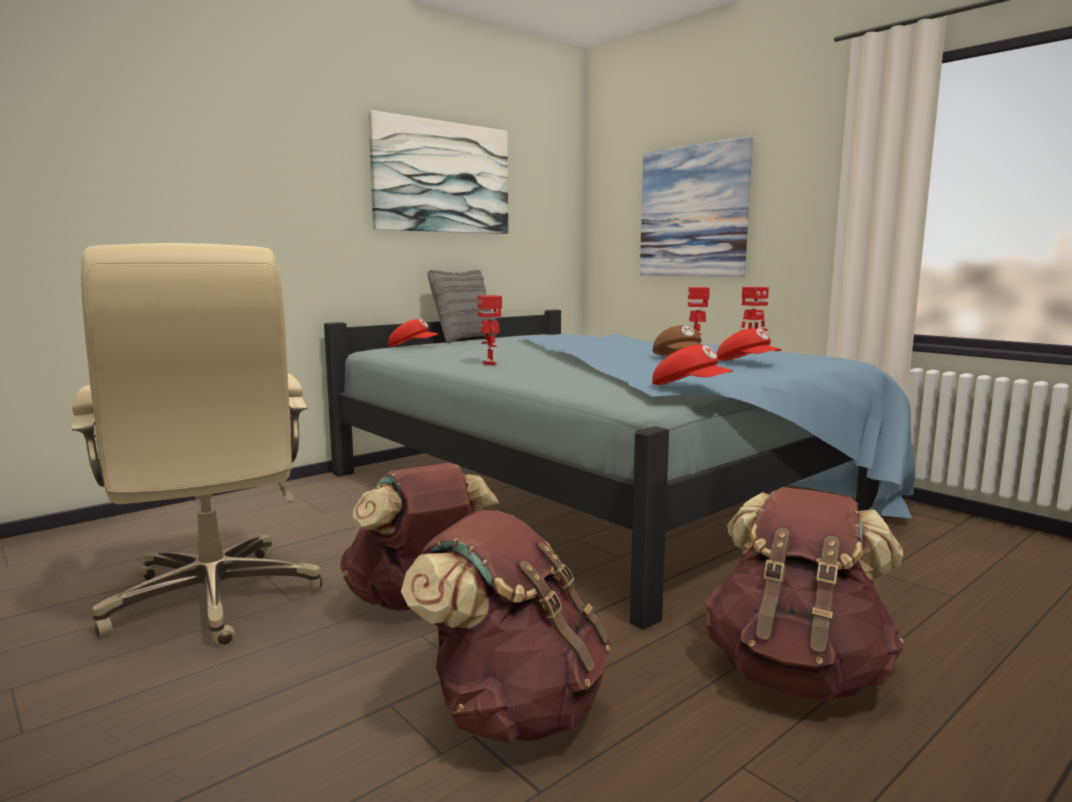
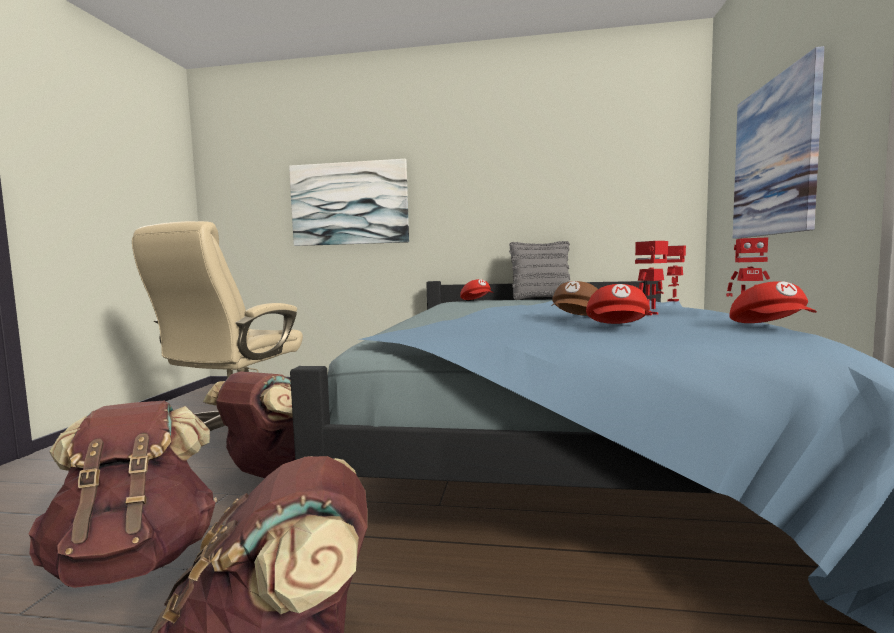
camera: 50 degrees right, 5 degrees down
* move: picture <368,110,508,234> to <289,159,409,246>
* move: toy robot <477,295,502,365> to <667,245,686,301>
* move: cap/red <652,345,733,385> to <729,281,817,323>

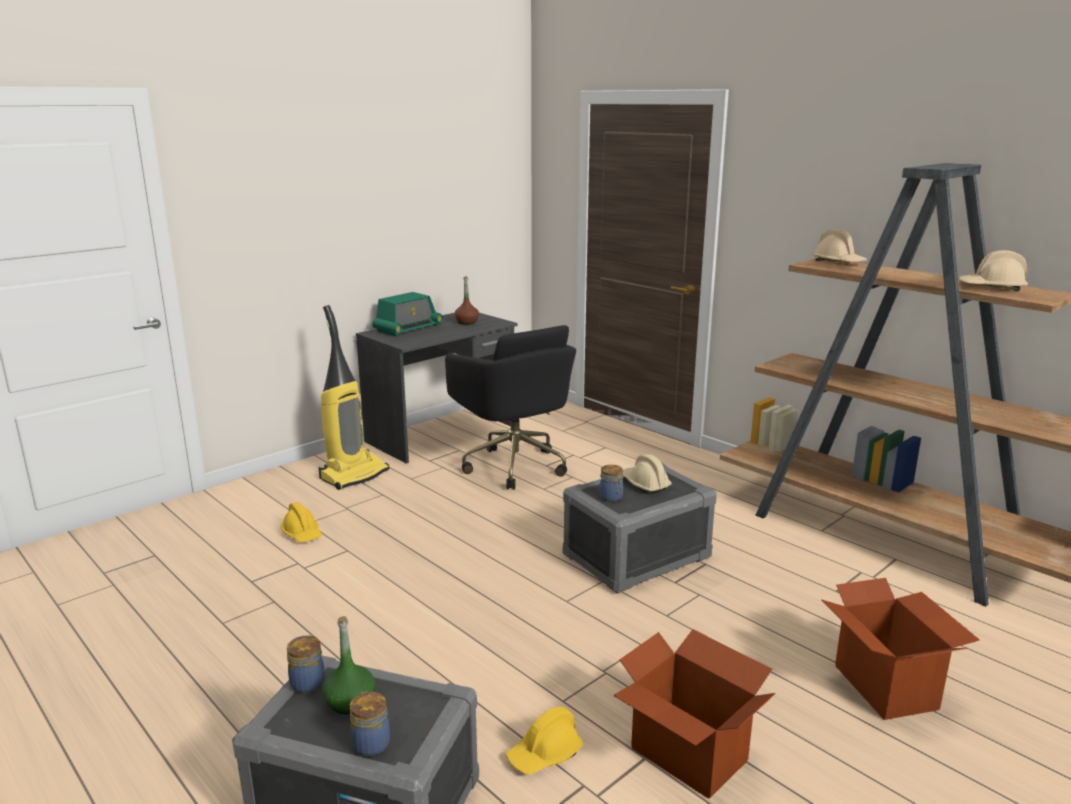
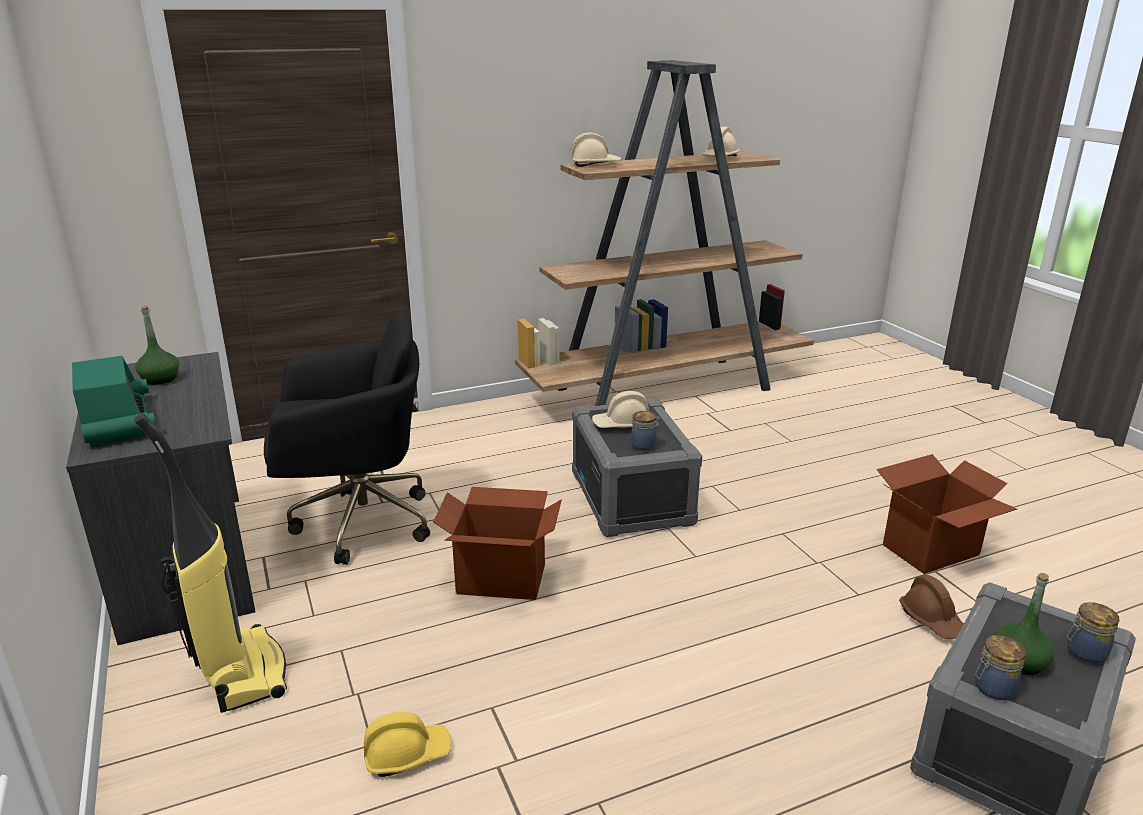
camera: 70 degrees left, 5 degrees up
* move: cardboard box <822,578,980,720> to <433,487,562,600>
* recolor: bottle/brown <455,276,479,325> to bottle/green <135,306,179,385>
* recolor: hard hat/yellow <506,707,583,775> to hard hat/brown <899,575,964,639>

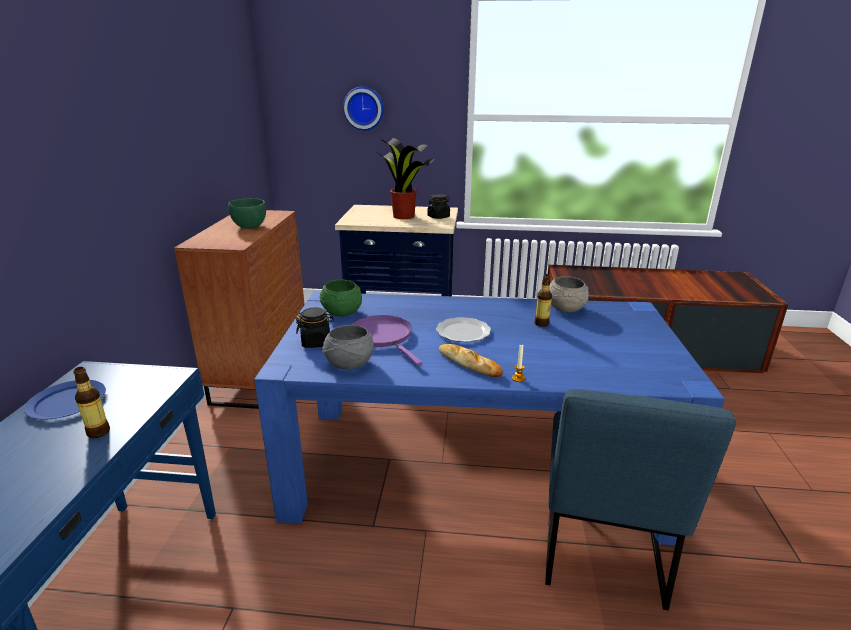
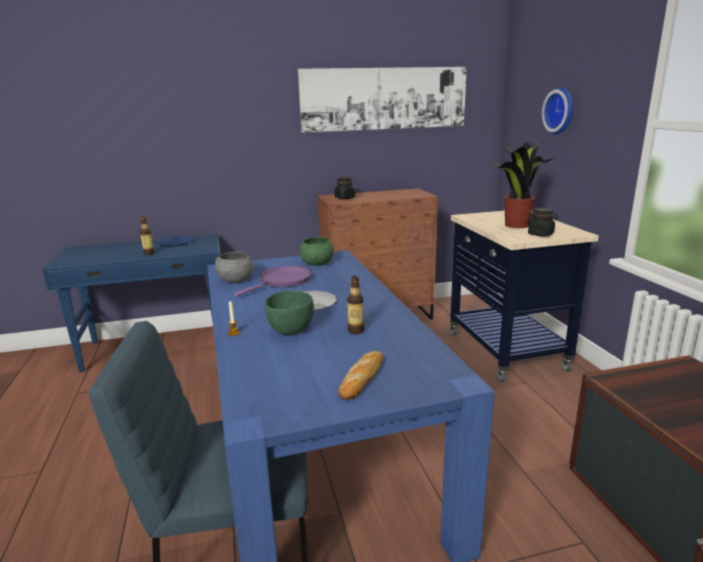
camera: 70 degrees right, 5 degrees down
* delete: bowl/grey <550,276,589,313>
* insert: picture <298,67,467,133>
* move: bowl/green <228,198,266,229> to <265,291,314,335>
* move: jar/black <296,307,334,348> to <334,177,356,199>
* move: bread <439,344,503,377> to <338,351,383,400>

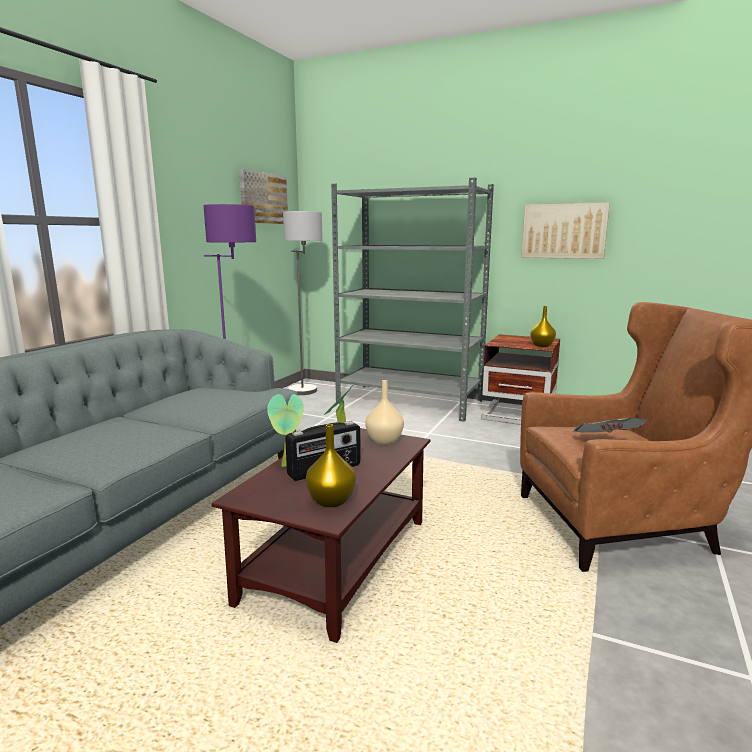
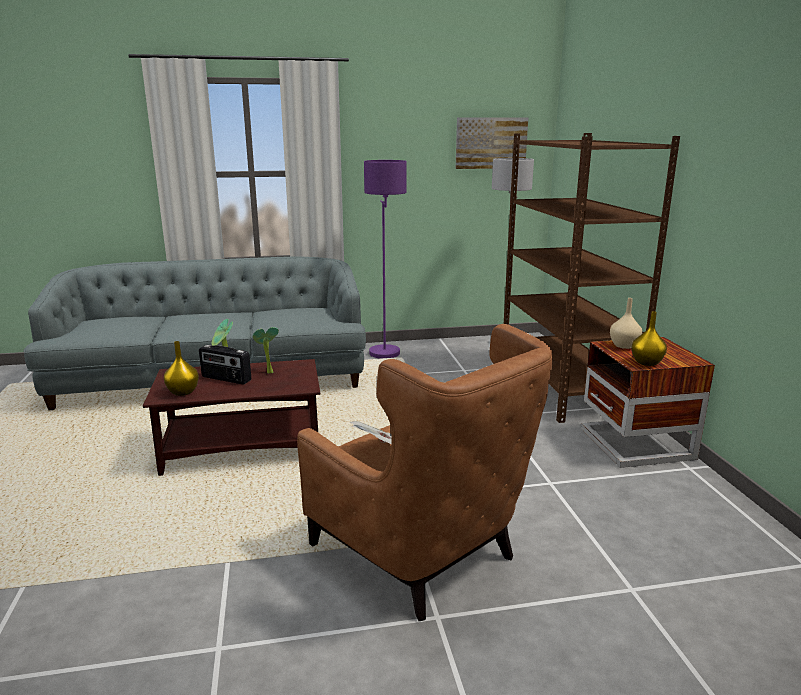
camera: 55 degrees right, 5 degrees up
* delete: picture <521,202,610,259>
* move: vase/beige <365,380,404,444> to <610,298,642,349>
* recolor: bookcase/grey <331,178,494,422> to bookcase/brown <504,133,680,423>

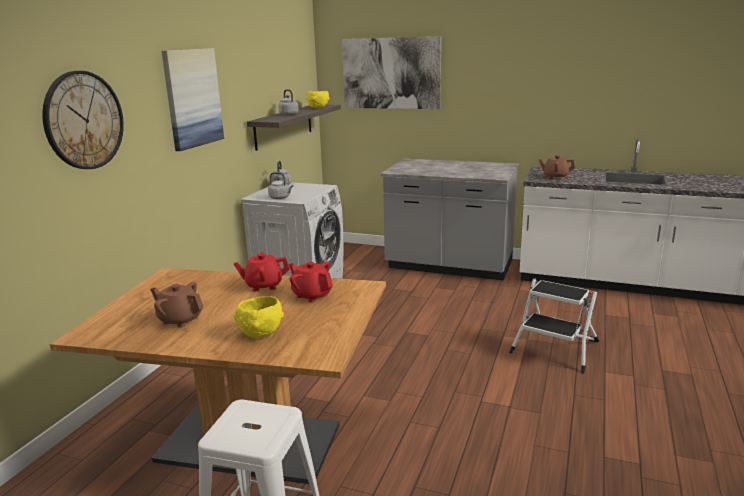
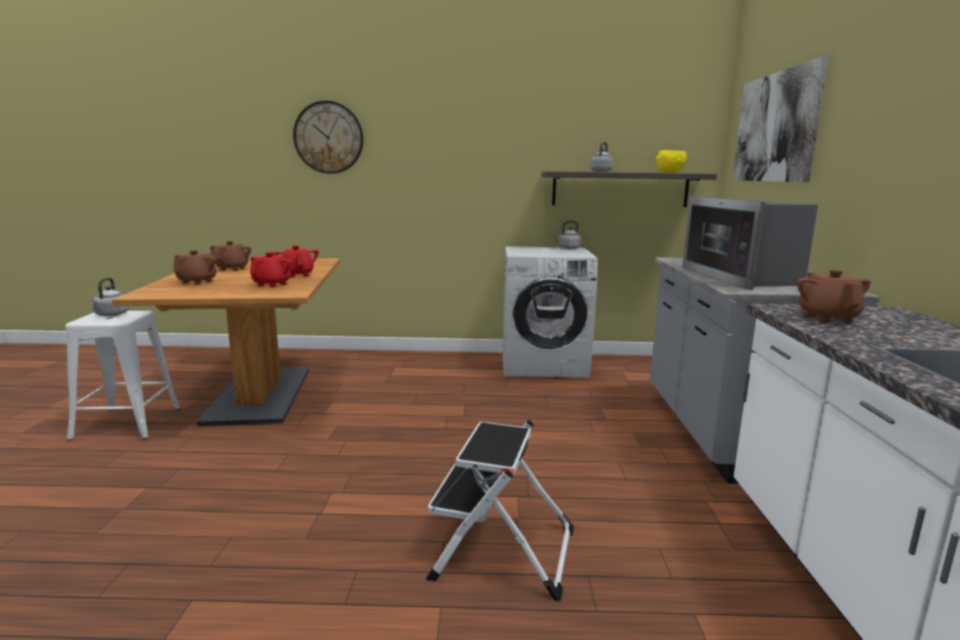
camera: 70 degrees right, 5 degrees down
* delete: picture <161,48,224,151>
* insert: microwave <682,196,818,290>
* move: kettle/grey <268,172,293,199> to <91,277,129,317>
* replace: bowl/yellow <234,296,284,338> to teapot/brown <173,250,217,285>

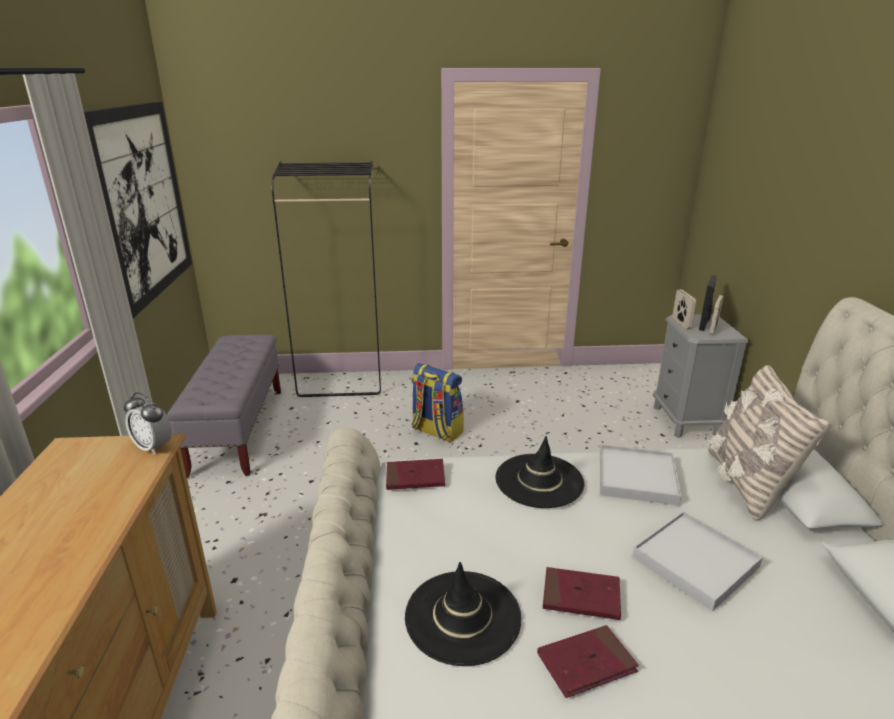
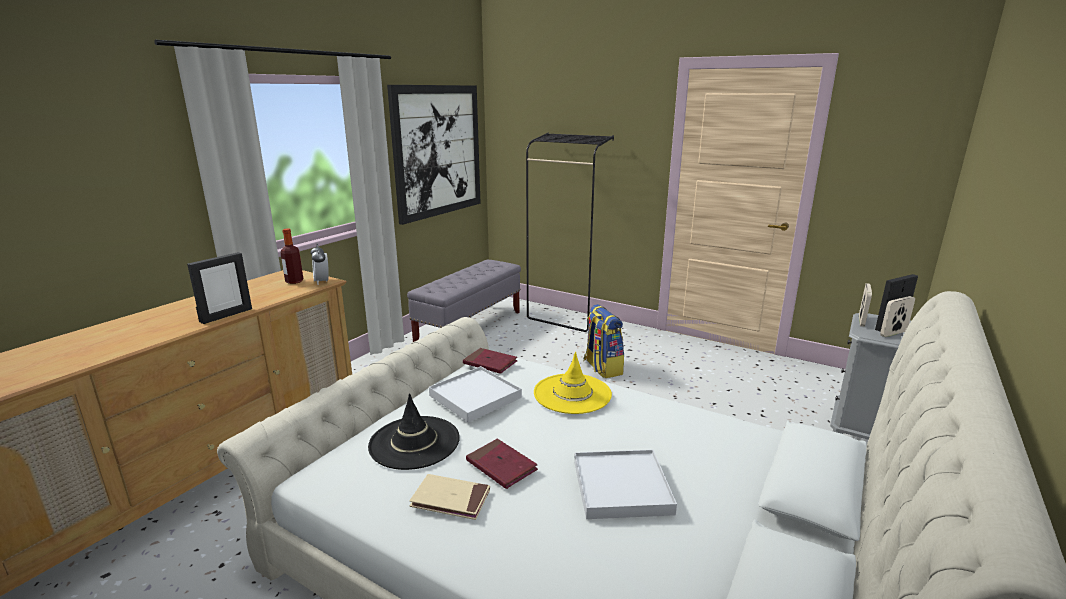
camera: 35 degrees right, 5 degrees down
* delete: pillow/beige <708,365,831,521>
* insert: picture frame <187,252,252,324>
* insert: bottle <281,228,303,284>
* move: tray/white <600,445,681,506> to <429,366,522,422>
* recolor: hat/black <496,436,584,508> to hat/yellow <534,352,612,414>
* recolor: book/red <537,625,639,698> to book/beige <409,474,490,520>

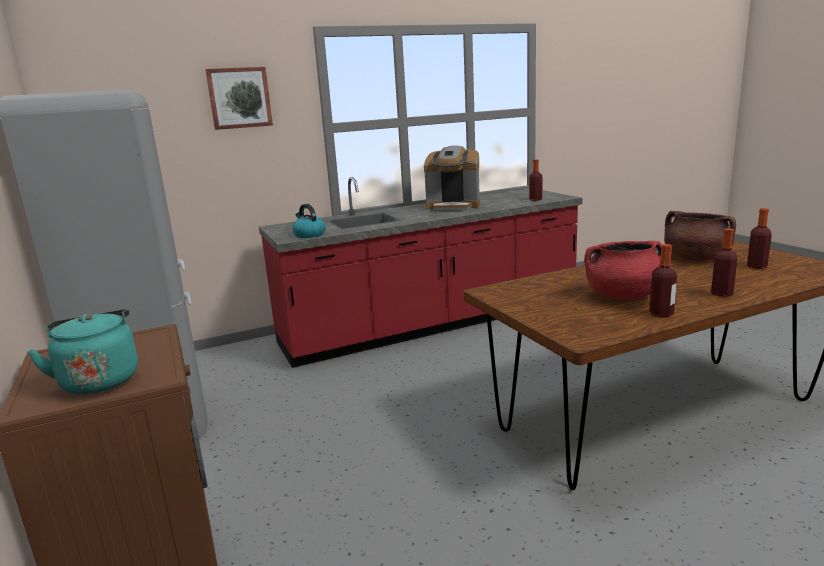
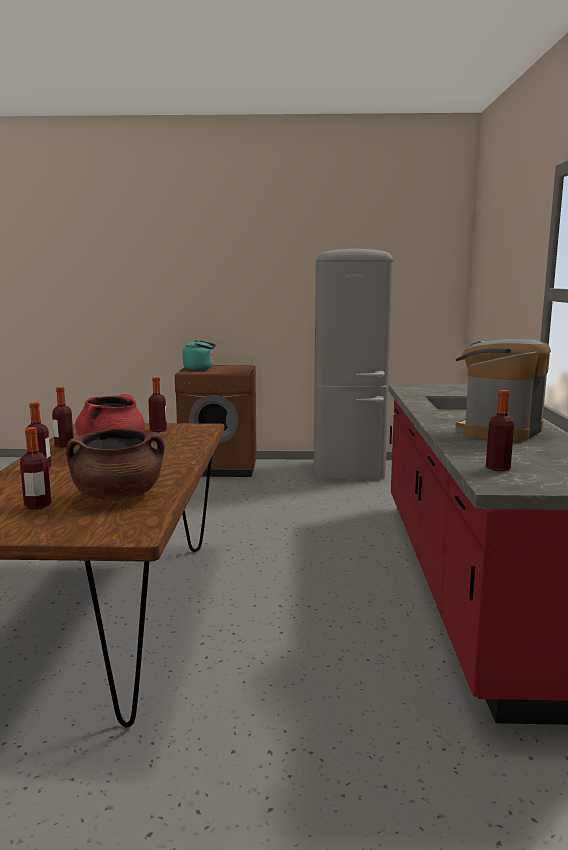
camera: 115 degrees right, 5 degrees down
* delete: picture <205,67,273,130>
* delete: kettle <292,204,326,238>
* insert: bottle <148,377,167,432>

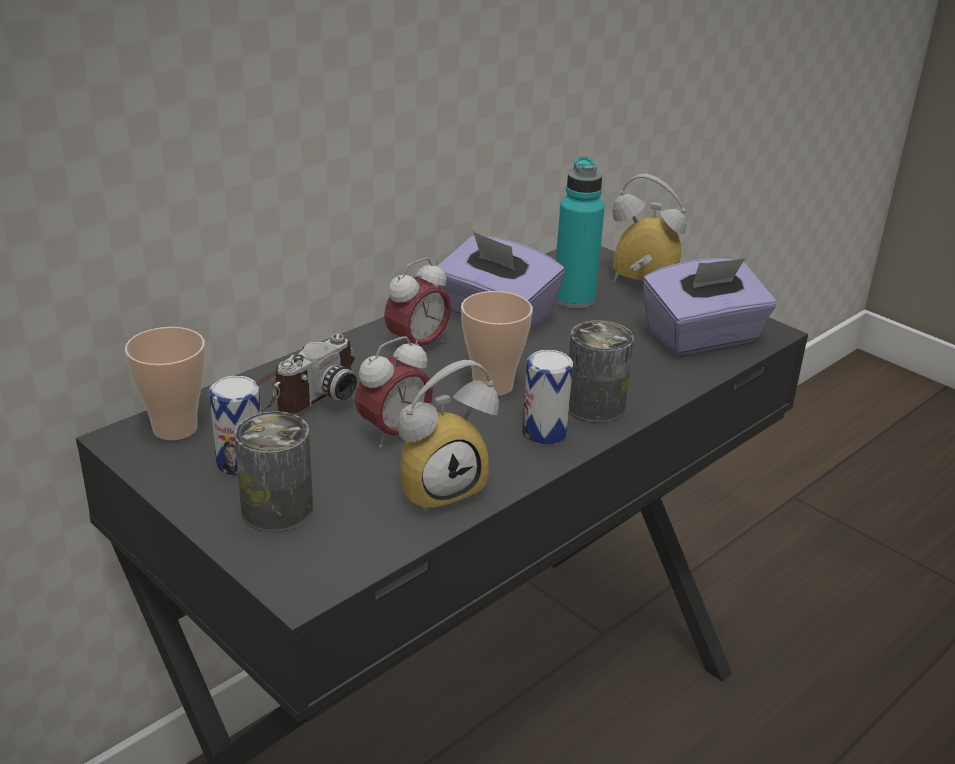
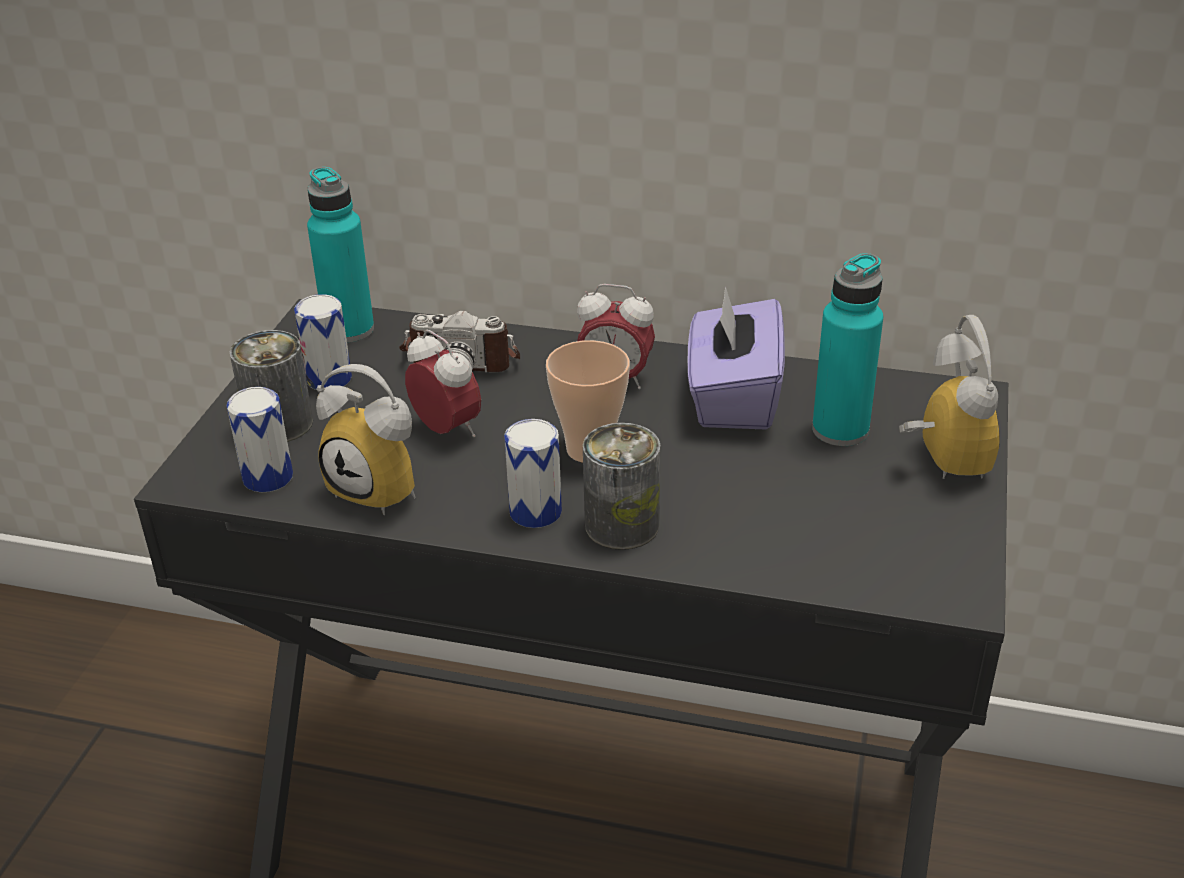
camera: 60 degrees right, 5 degrees up
* delete: tissue box/purple <642,258,776,355>
* insert: can <227,387,293,492>
* replace: cup <125,327,205,441> to bottle/turquoise <307,167,374,343>
* rotate: alarm clock <355,336,433,448> = <405,330,481,437> 150 degrees counterclockwise

